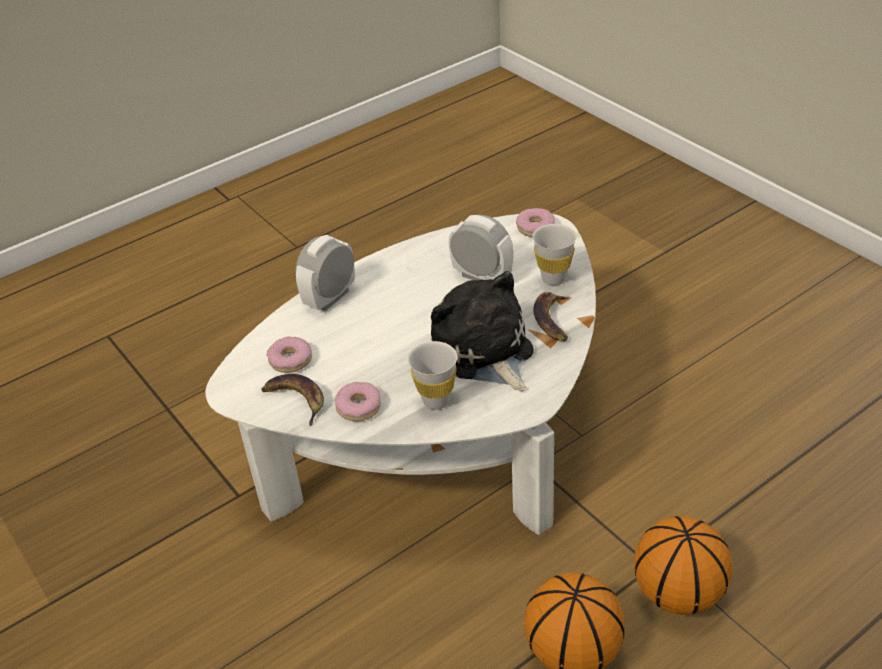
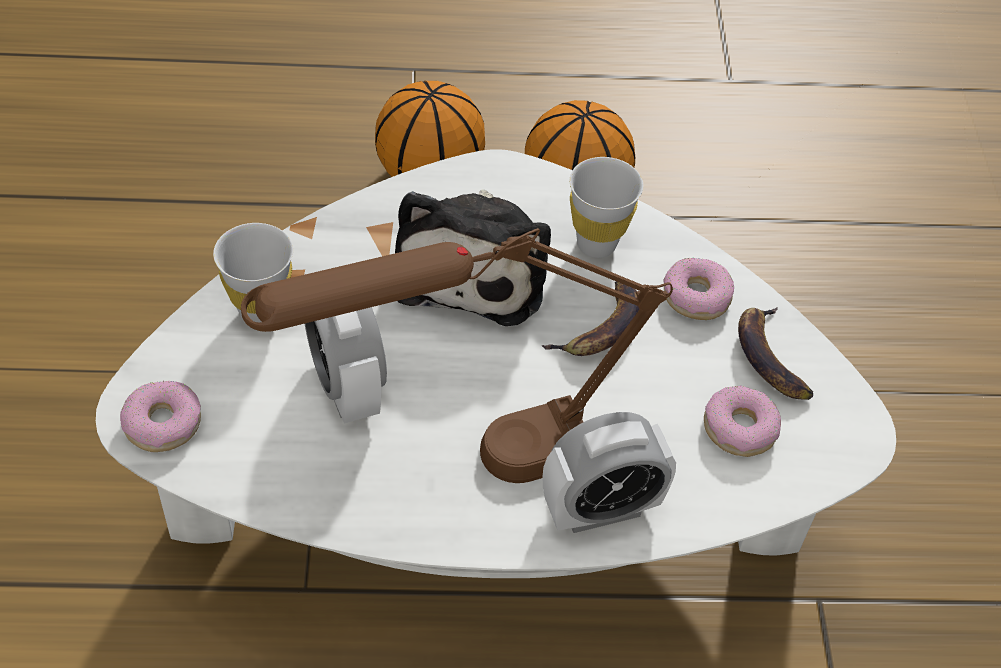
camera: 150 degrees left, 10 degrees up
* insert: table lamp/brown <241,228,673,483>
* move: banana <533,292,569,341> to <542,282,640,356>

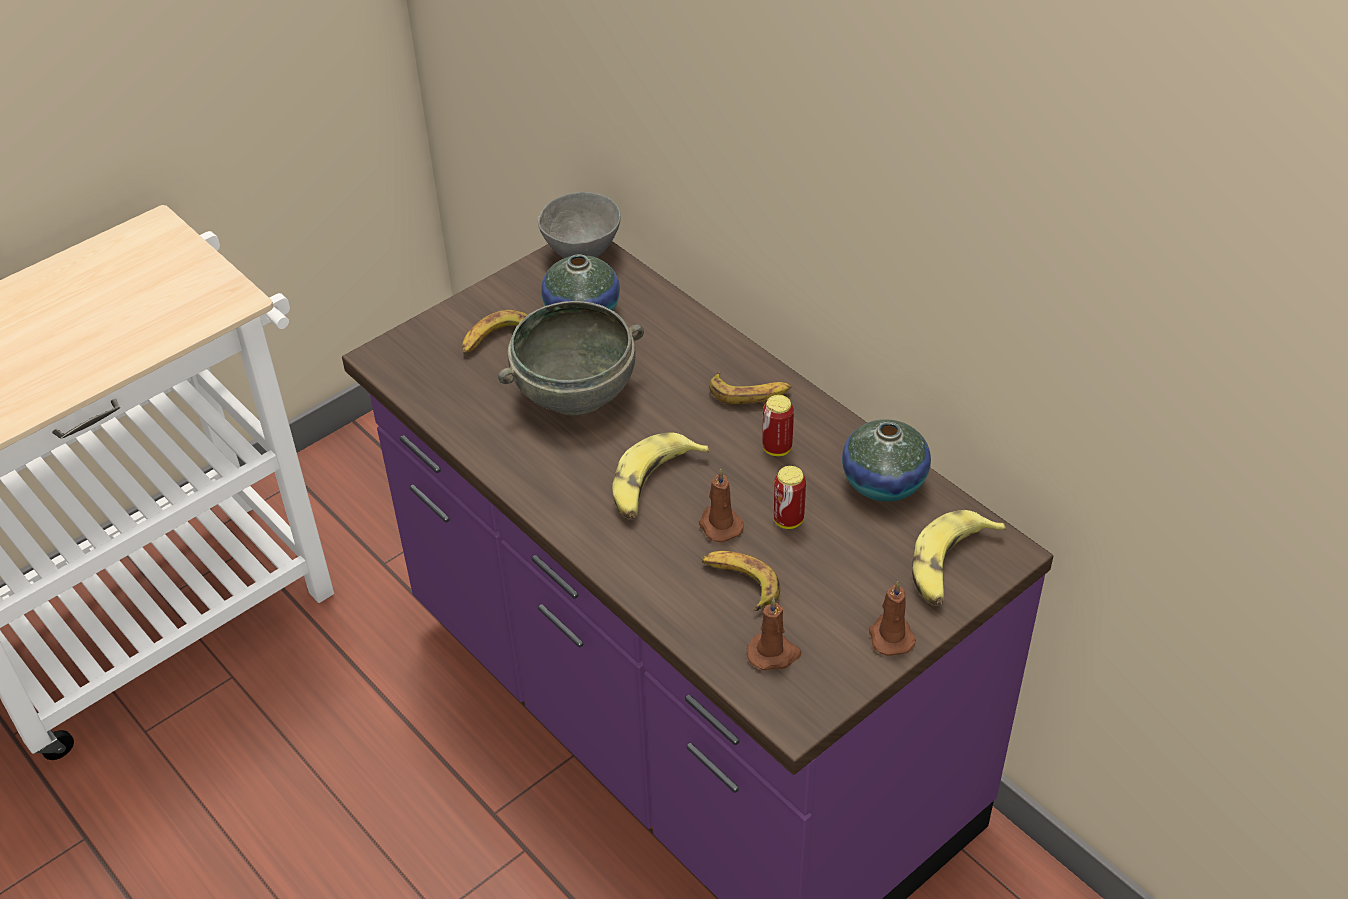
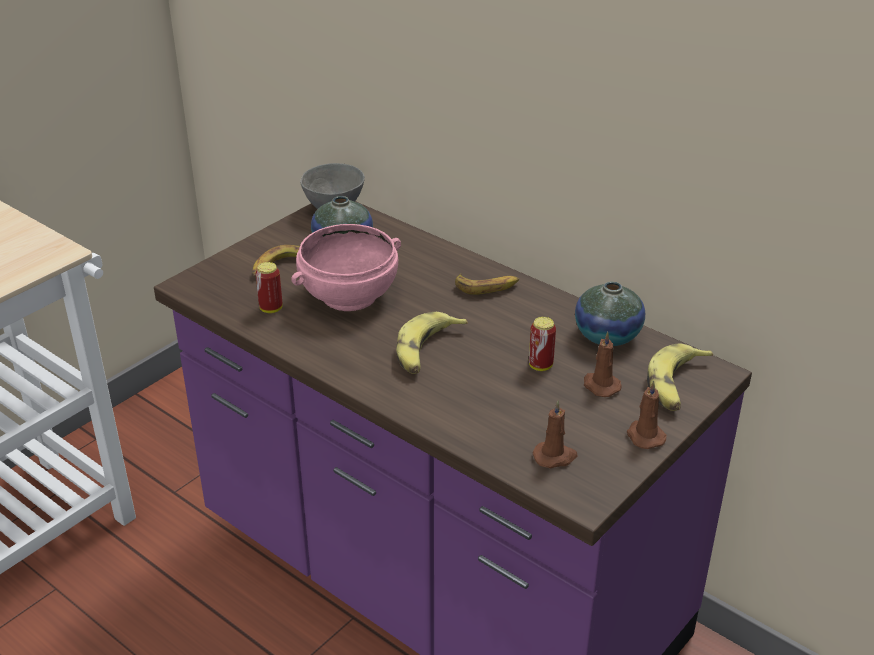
camera: 10 degrees left, 10 degrees down
* delete: banana <702,551,780,611>
* move: candle/brown <699,469,744,542> to <584,331,622,397>
* move: can <762,395,794,456> to <255,262,282,313>
* recolor: bowl/grey <498,301,644,416> to bowl/pink <291,224,401,311>

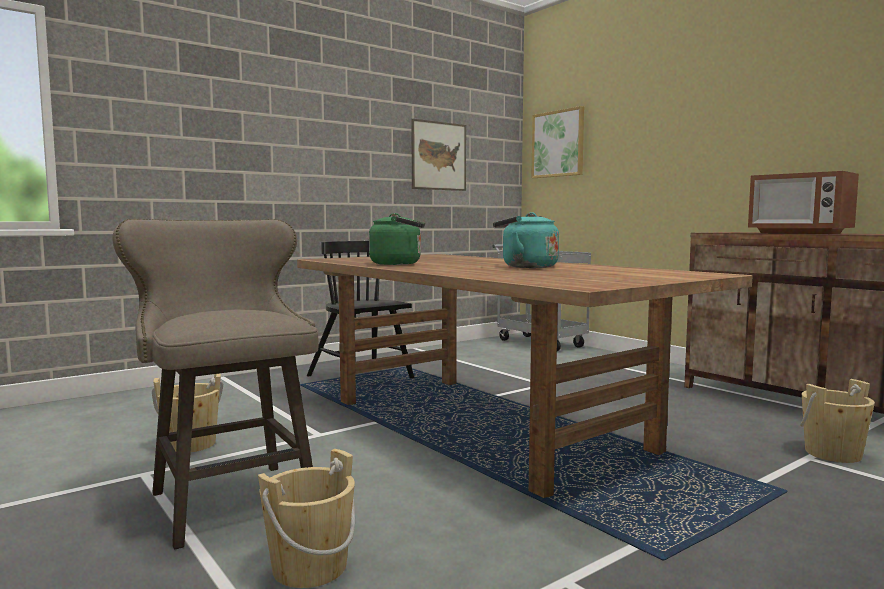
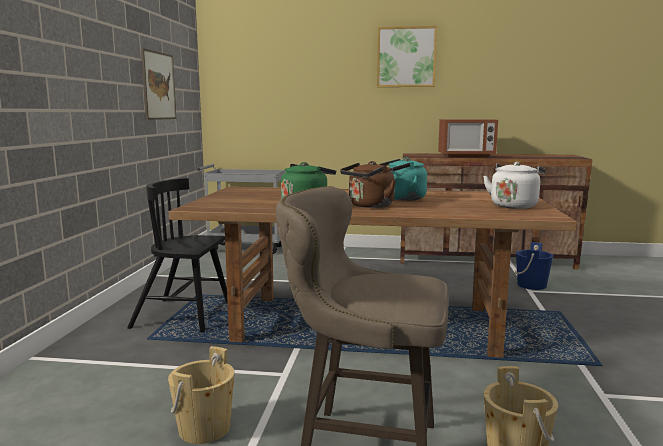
camera: 45 degrees left, 5 degrees up
* insert: kettle/brown <340,161,396,208>
* insert: kettle/white <483,162,545,209>
* move: picture <531,106,584,178> to <377,26,437,87>
* recolor: bucket/beige <800,379,875,463> to bucket/blue <515,242,553,290>

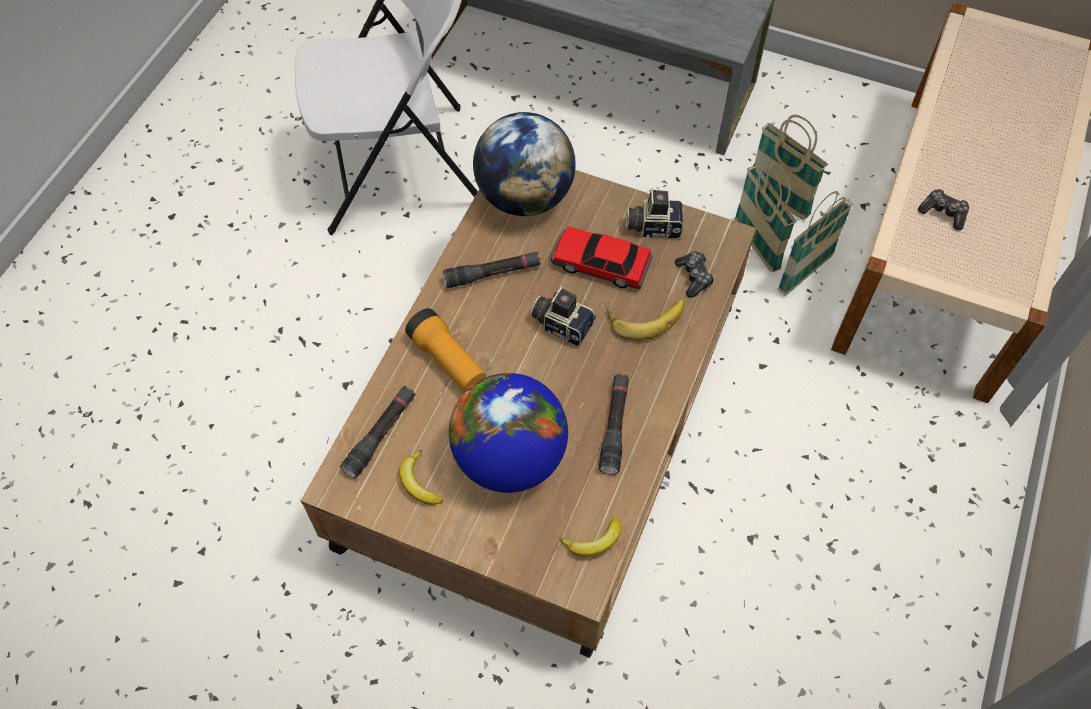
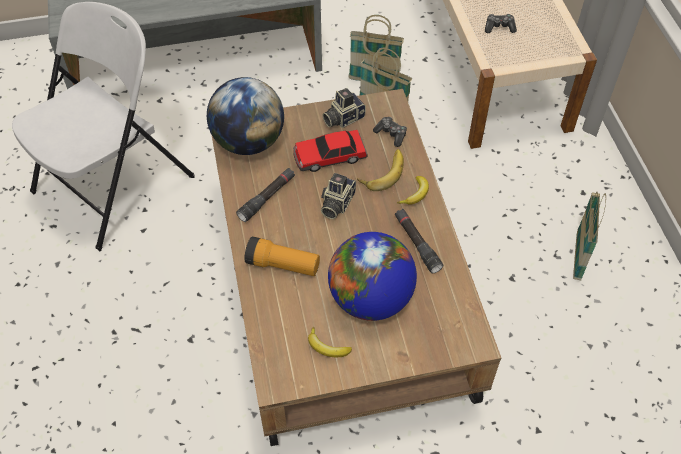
camera: 35 degrees left, 5 degrees down
* delete: flashlight/black <340,386,415,478>
* move: banana <559,517,621,557> to <397,176,429,204>
* move: basket <777,191,853,295> to <573,192,606,280>
* rotate: photo camera <530,286,596,346> = <321,173,356,219> 60 degrees counterclockwise

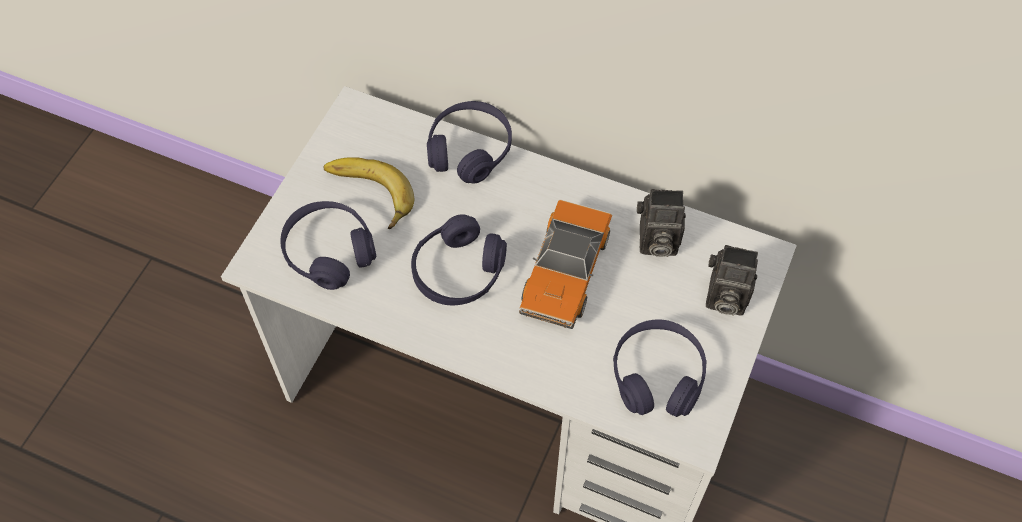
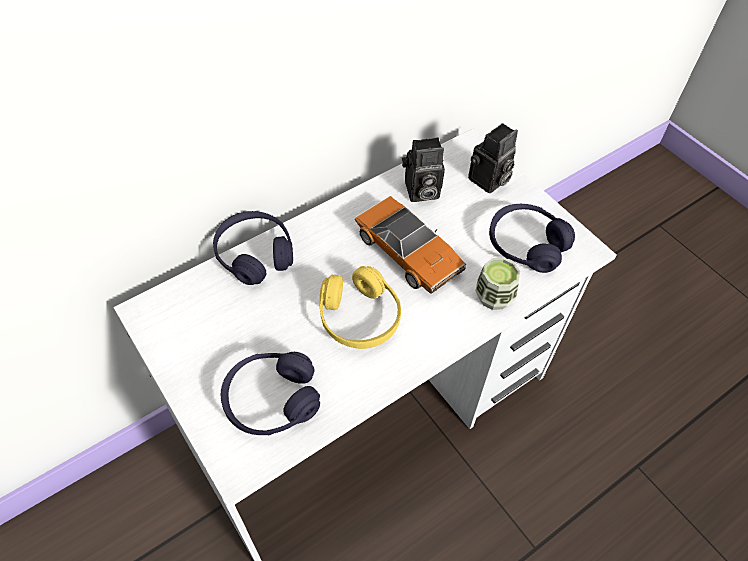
camera: 60 degrees left, 5 degrees down
* delete: banana <324,157,414,229>
* insert: cup <475,257,520,310>
* recolor: headphones/purple <411,214,507,305> to headphones/yellow <320,266,401,349>
* rotate: photo camera <637,189,686,257> = <402,137,445,202> 45 degrees clockwise

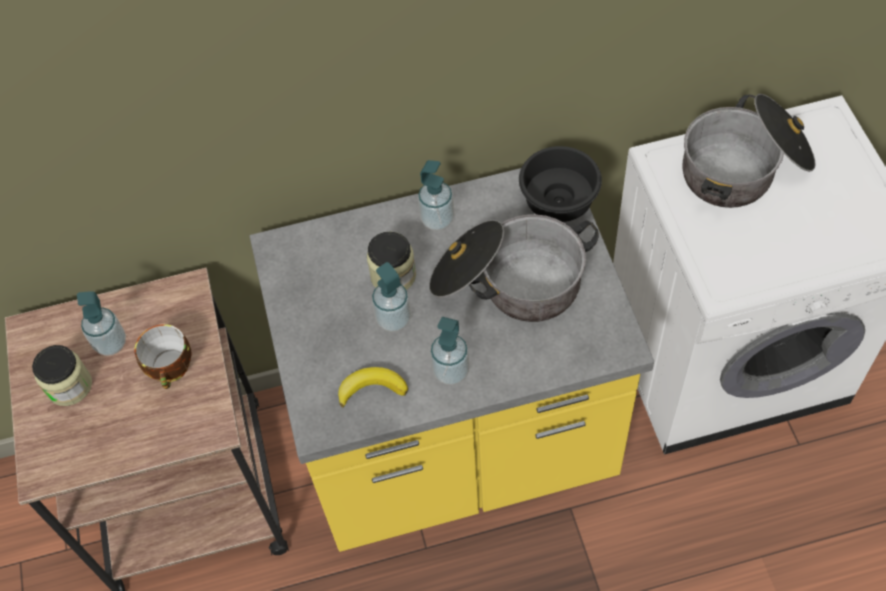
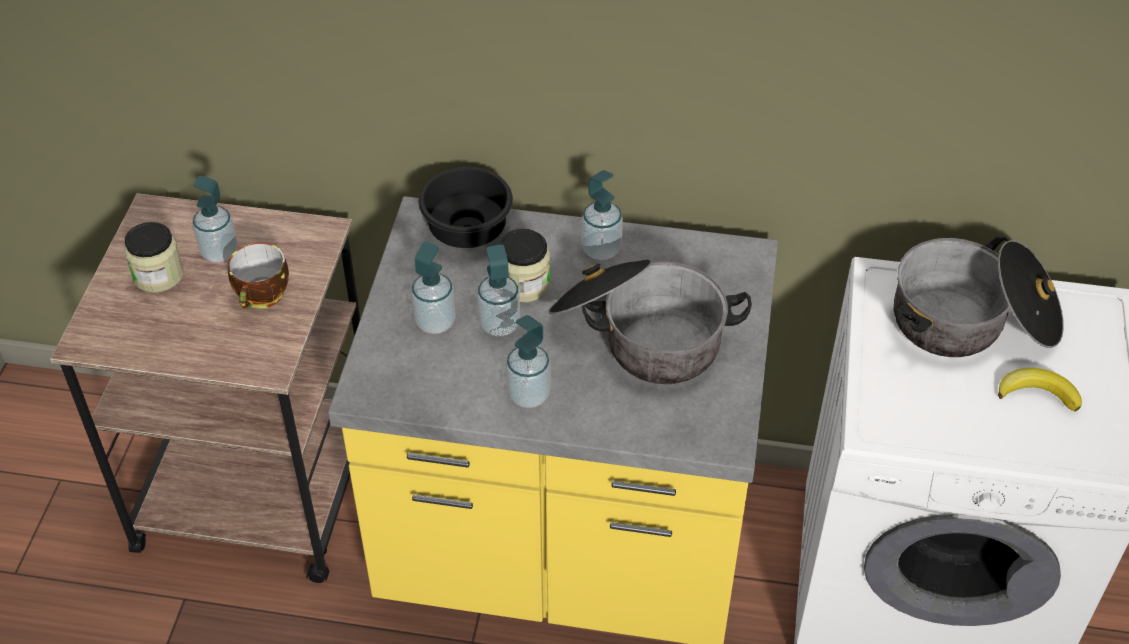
camera: 20 degrees right, 10 degrees down
* insert: soap dispenser <411,242,456,334>
* move: banana <338,367,408,408> to <998,368,1082,412>
* move: bowl/black <519,146,602,222> to <419,167,513,248>

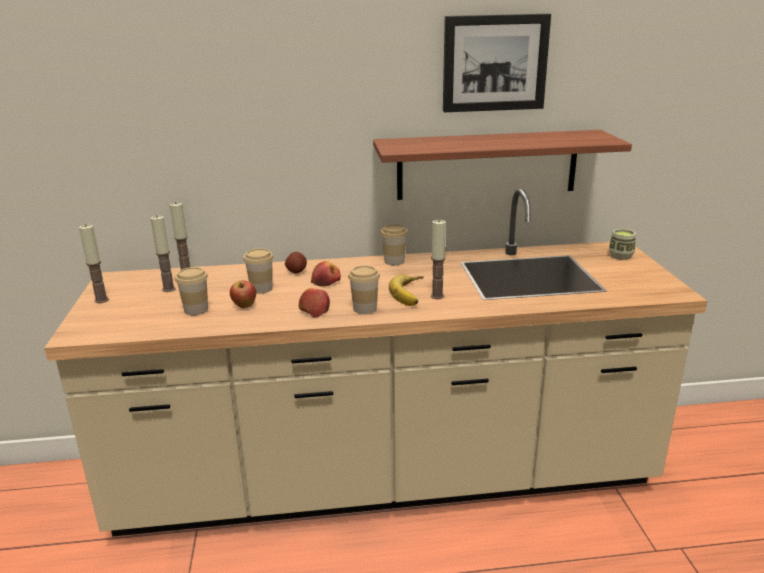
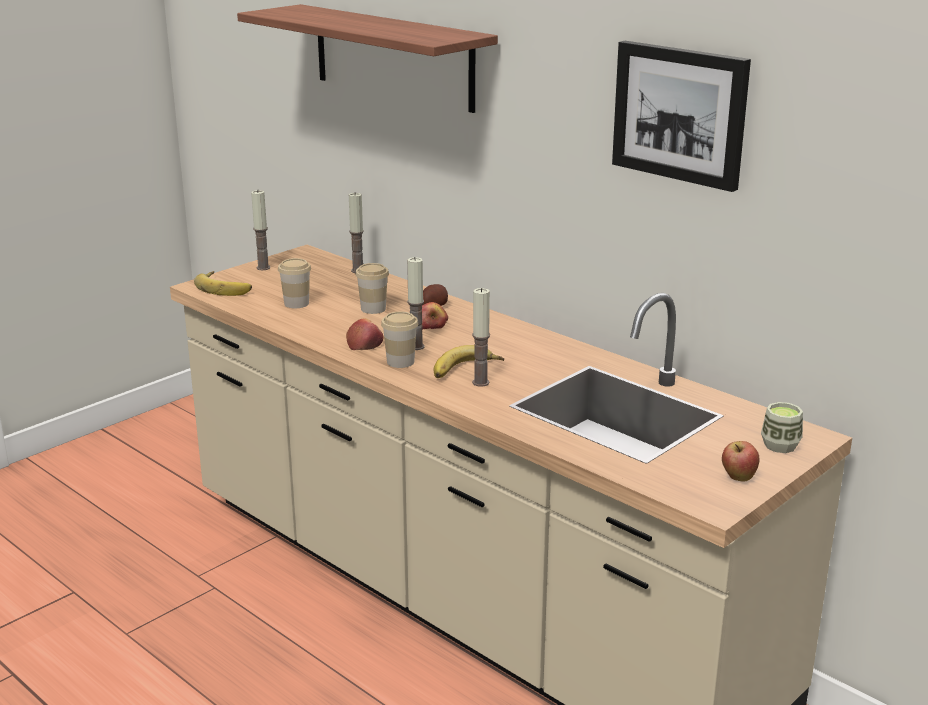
camera: 50 degrees right, 0 degrees up
* delete: cup <381,224,408,265>
* insert: banana <194,271,252,296>
* move: candle <150,215,176,292> to <407,257,424,350>
* move: apple <230,280,256,308> to <722,441,759,482>
* move: shelf <373,130,632,200> to <237,4,498,113>

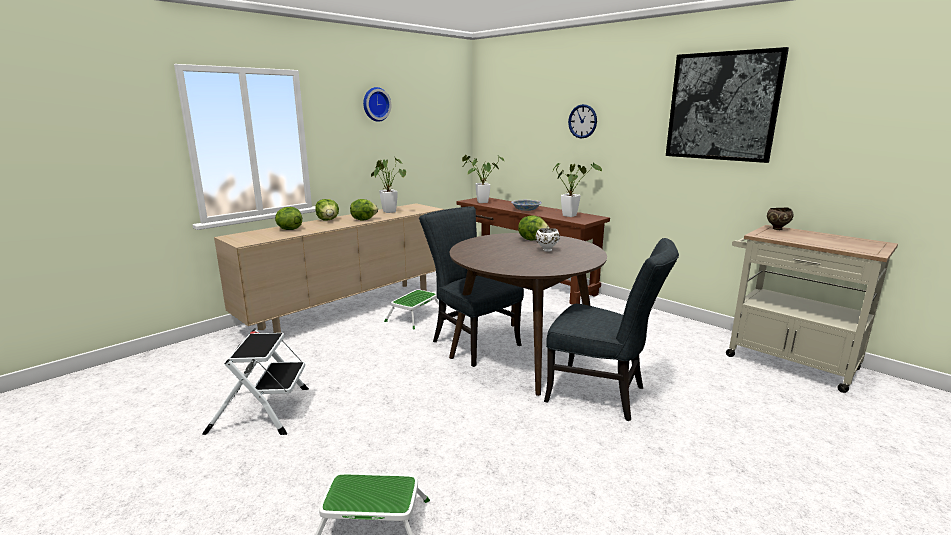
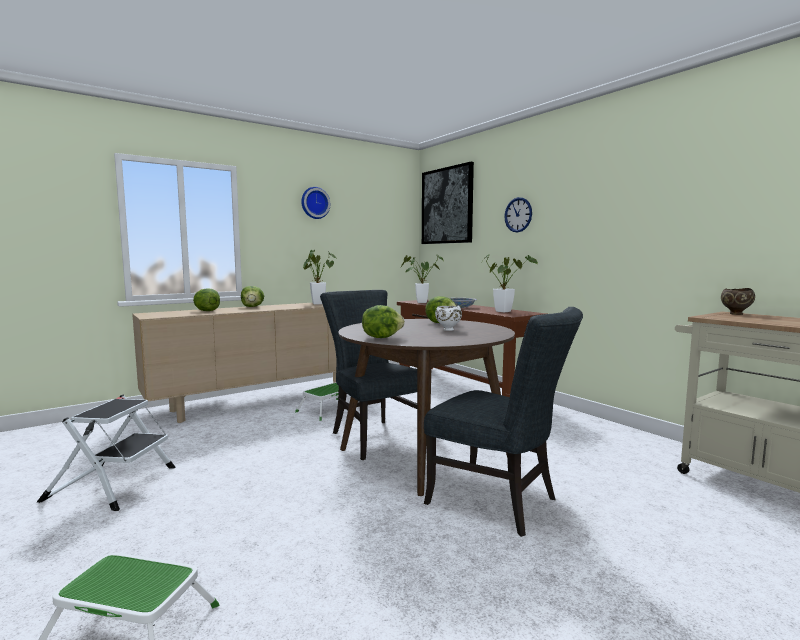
camera: 10 degrees right, 10 degrees down
* move: lettuce <350,199,378,220> to <362,305,405,338>
* move: picture <666,47,789,163> to <422,162,474,244>

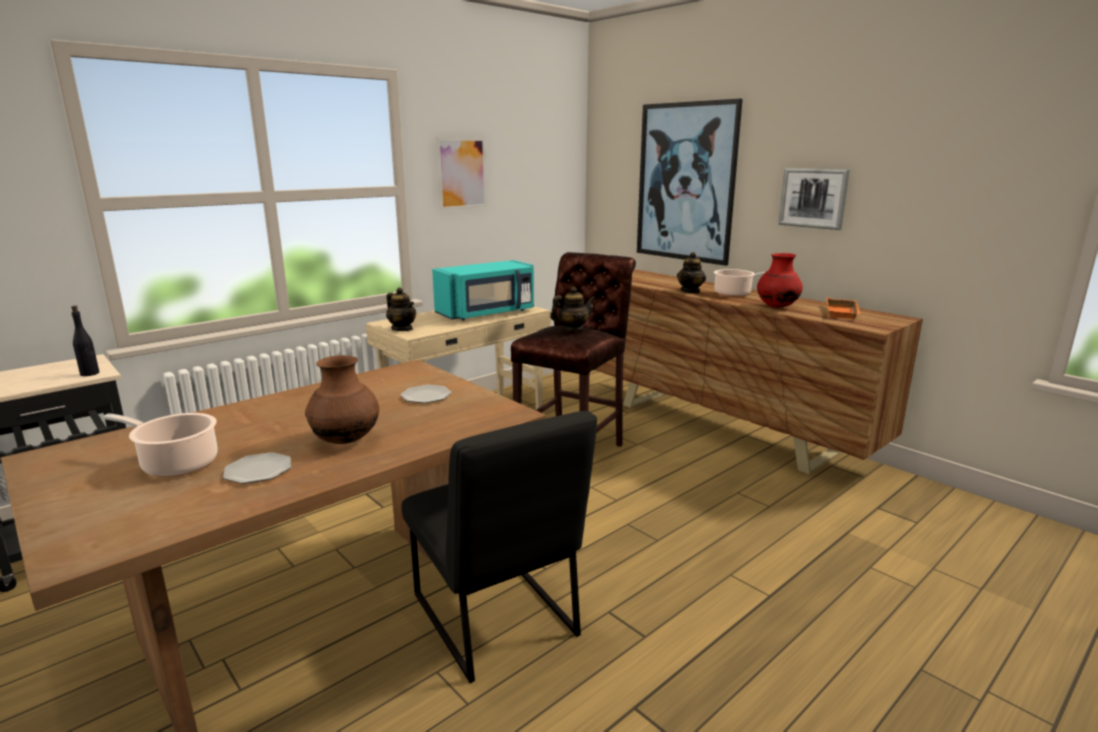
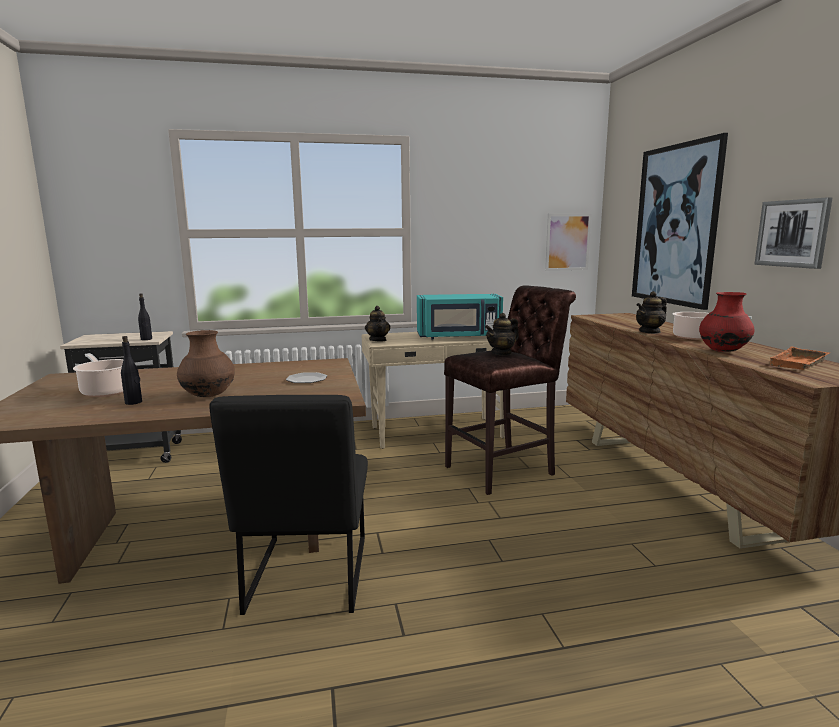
camera: 30 degrees right, 5 degrees down
* move: picture <436,137,487,210> to <545,214,591,271>
* replace: plate <223,452,291,484> to bottle/black <121,336,142,405>
* rotate: teapot <550,286,596,332> = <485,313,519,356> 135 degrees clockwise

